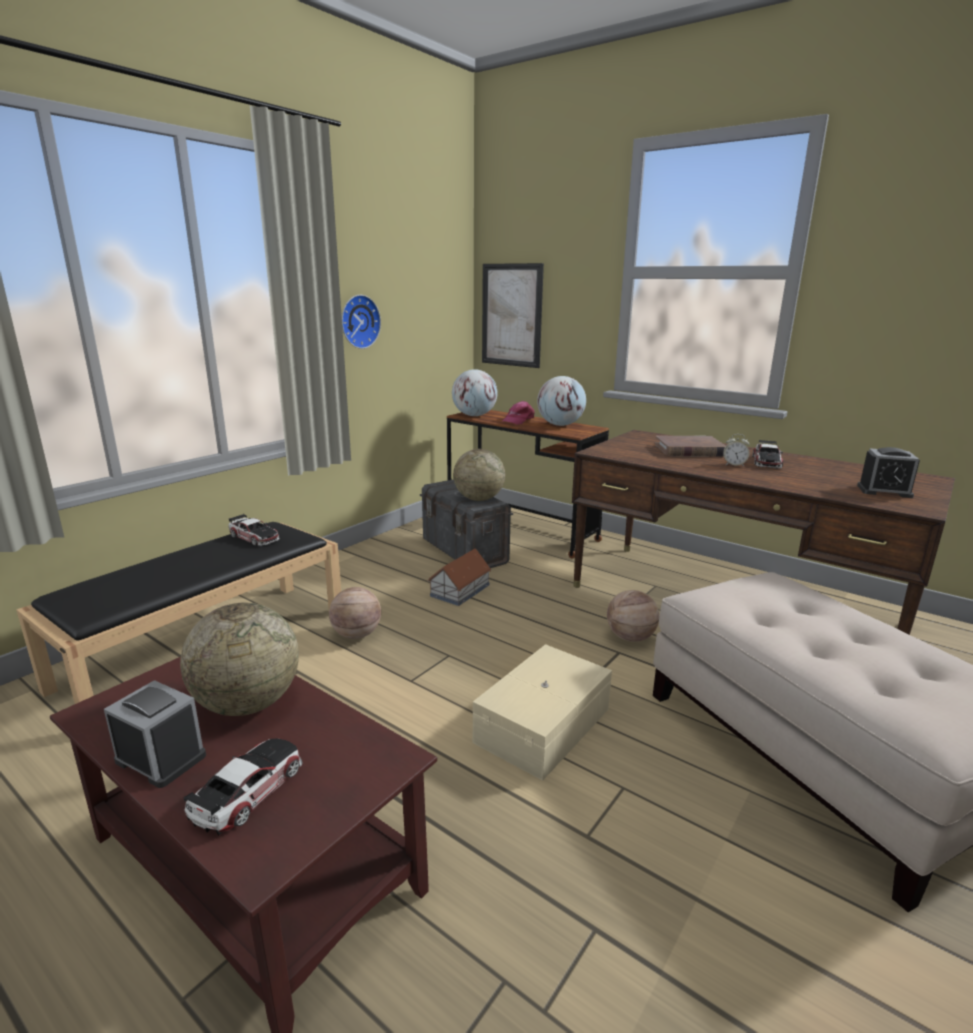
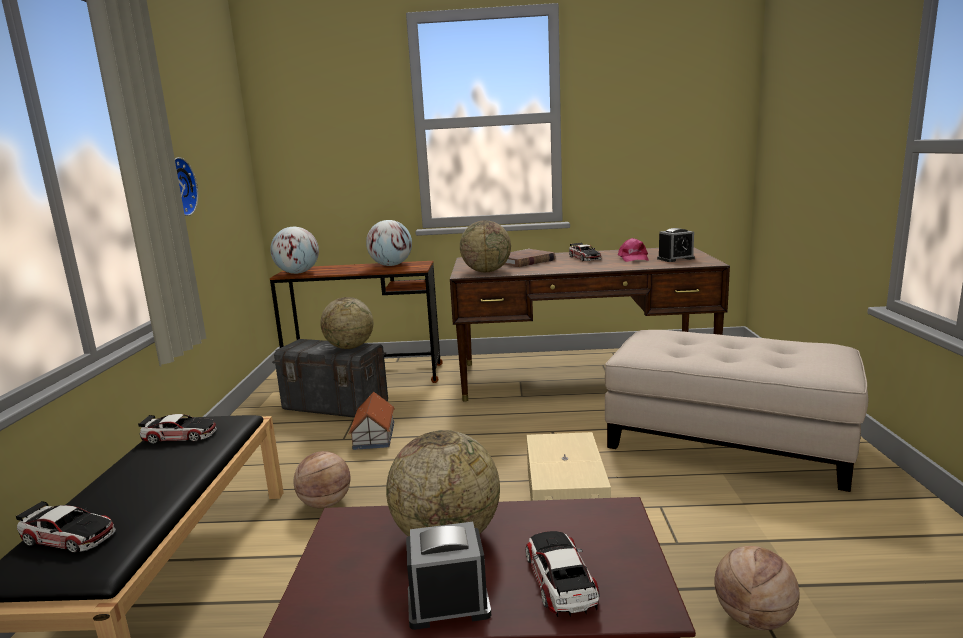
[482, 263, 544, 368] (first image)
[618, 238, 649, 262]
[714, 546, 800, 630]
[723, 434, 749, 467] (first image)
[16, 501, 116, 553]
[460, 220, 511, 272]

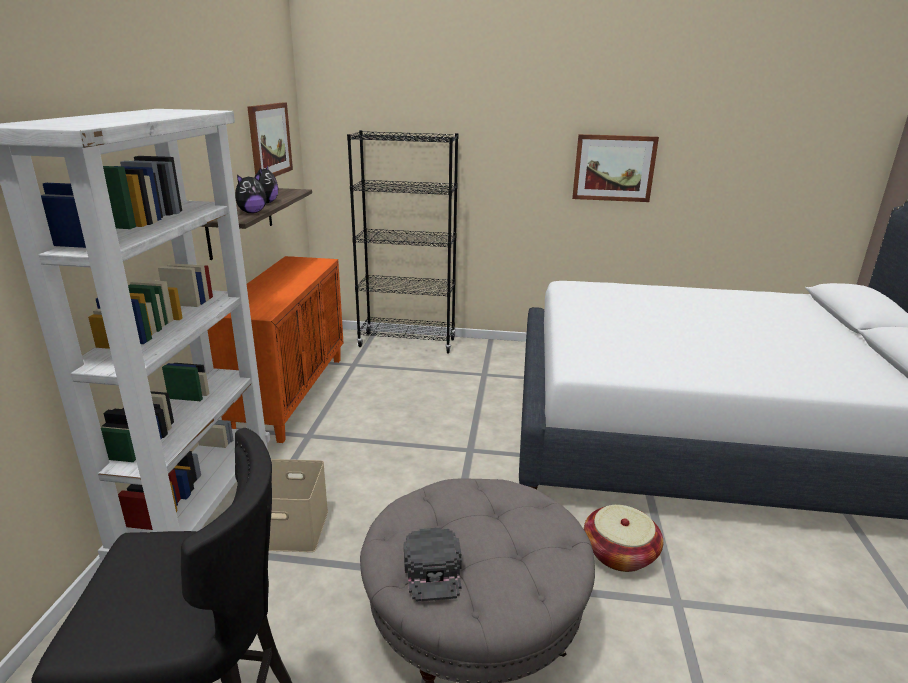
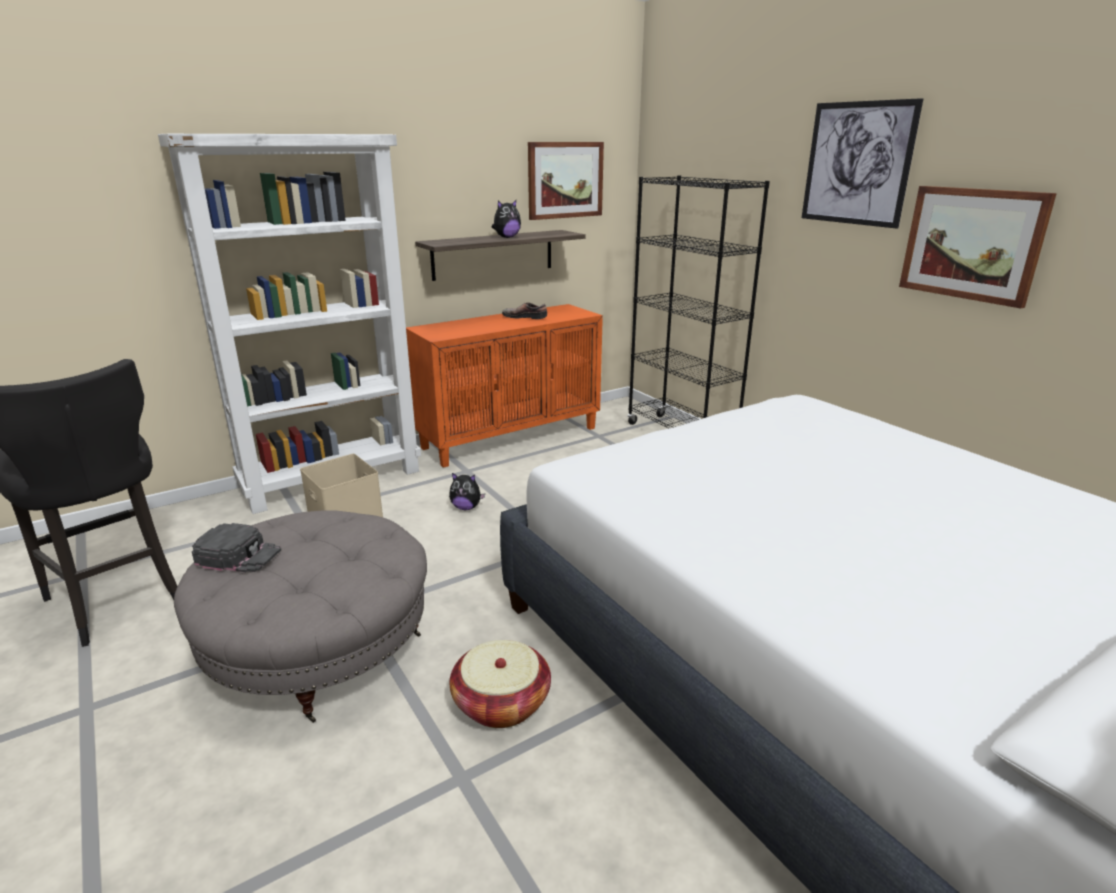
[449, 473, 485, 510]
[192, 523, 281, 573]
[502, 302, 547, 319]
[802, 98, 923, 229]

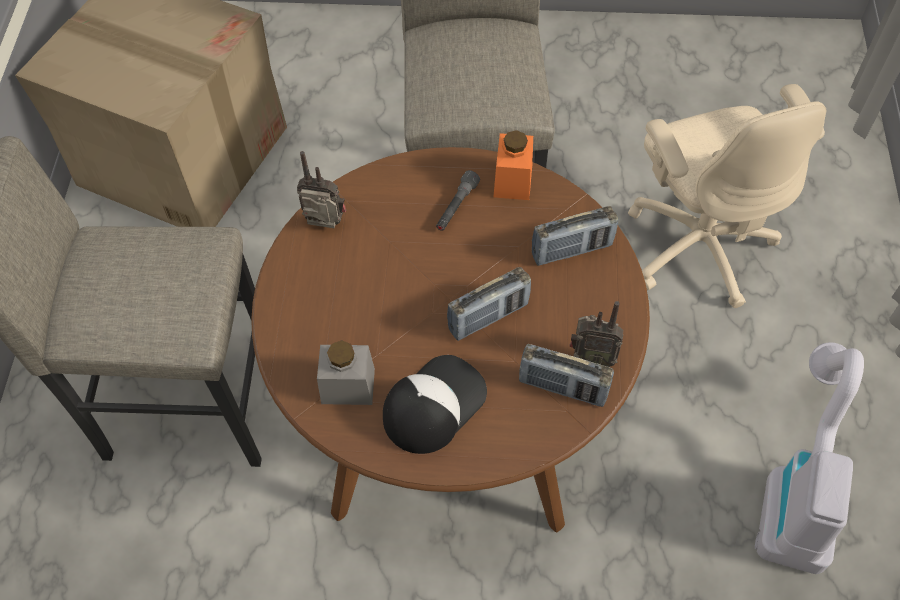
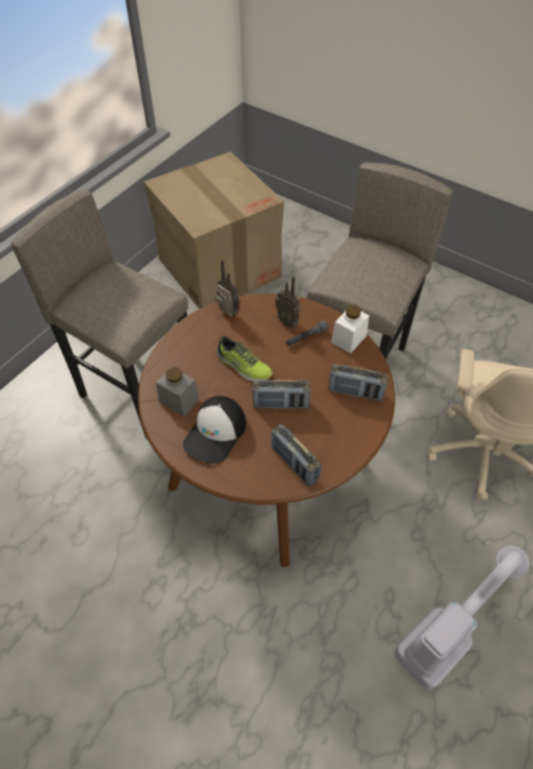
[183, 396, 246, 464]
[331, 305, 369, 354]
[275, 276, 301, 328]
[216, 336, 273, 381]

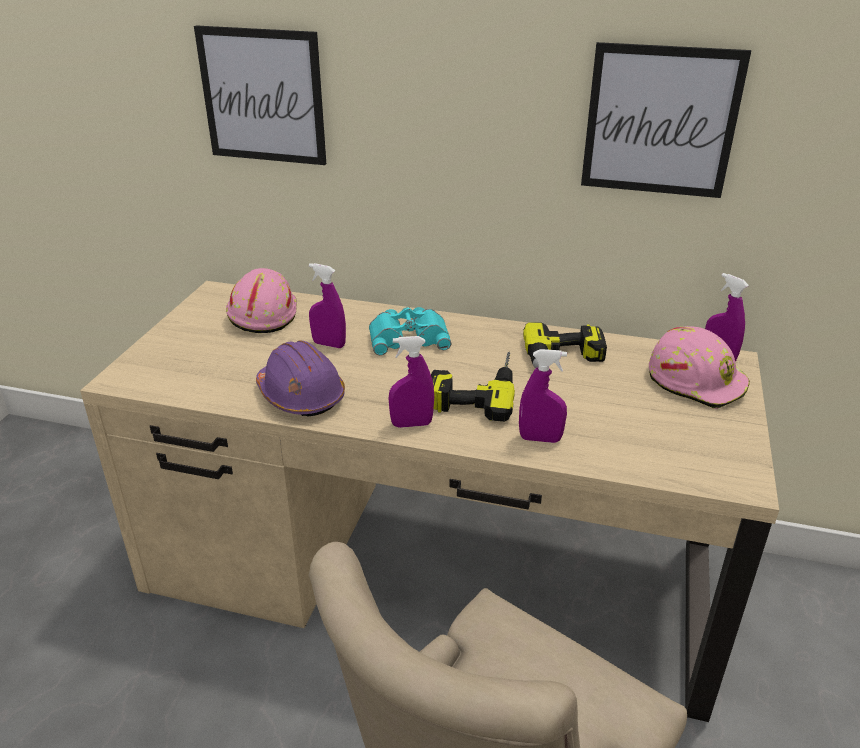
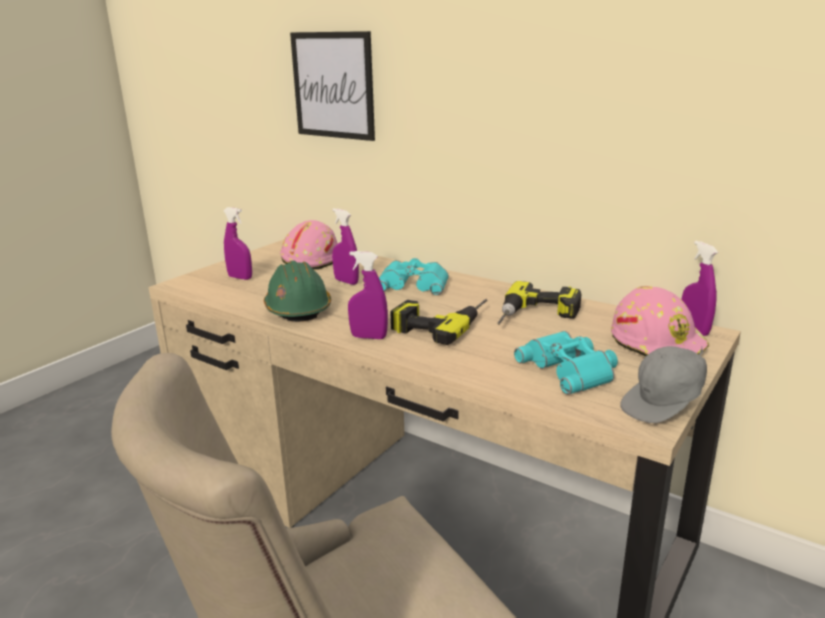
[264, 260, 331, 322]
[223, 207, 252, 280]
[581, 42, 751, 198] (first image)
[514, 331, 618, 395]
[620, 346, 707, 423]

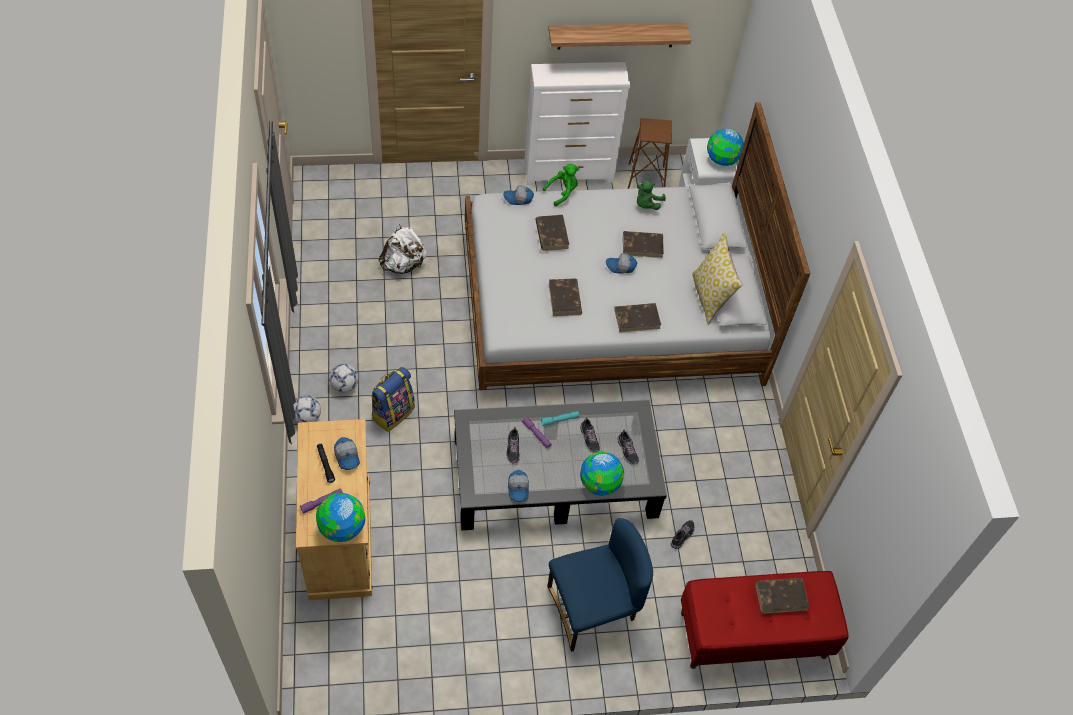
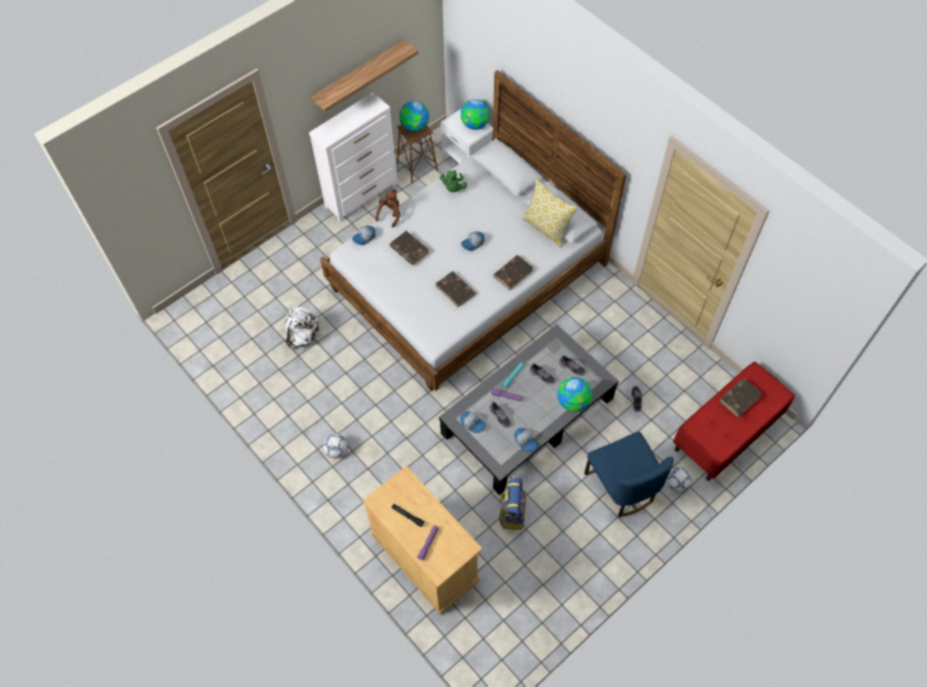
[666, 467, 692, 492]
[399, 101, 429, 132]
[460, 411, 486, 433]
[499, 478, 526, 530]
[375, 190, 400, 227]
[584, 431, 674, 517]
[623, 231, 664, 258] (first image)

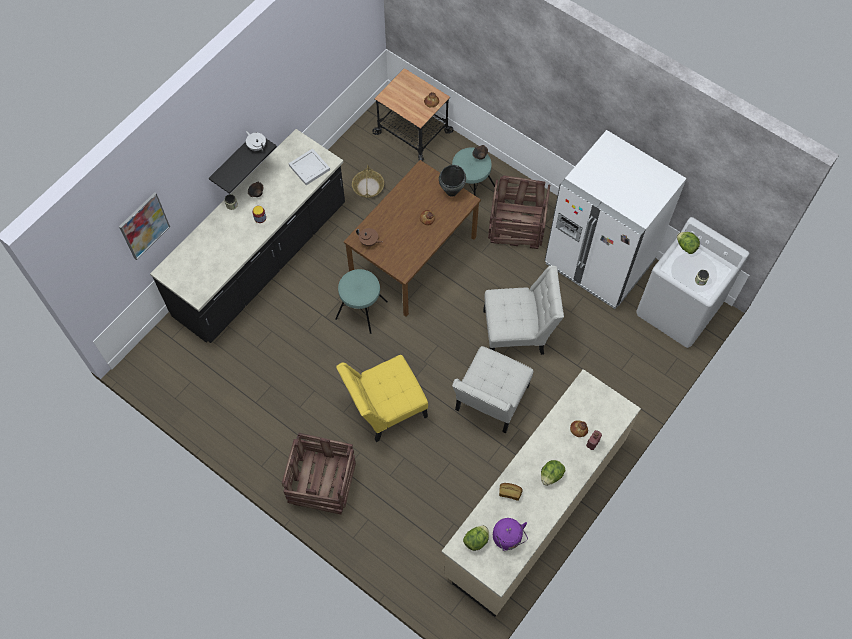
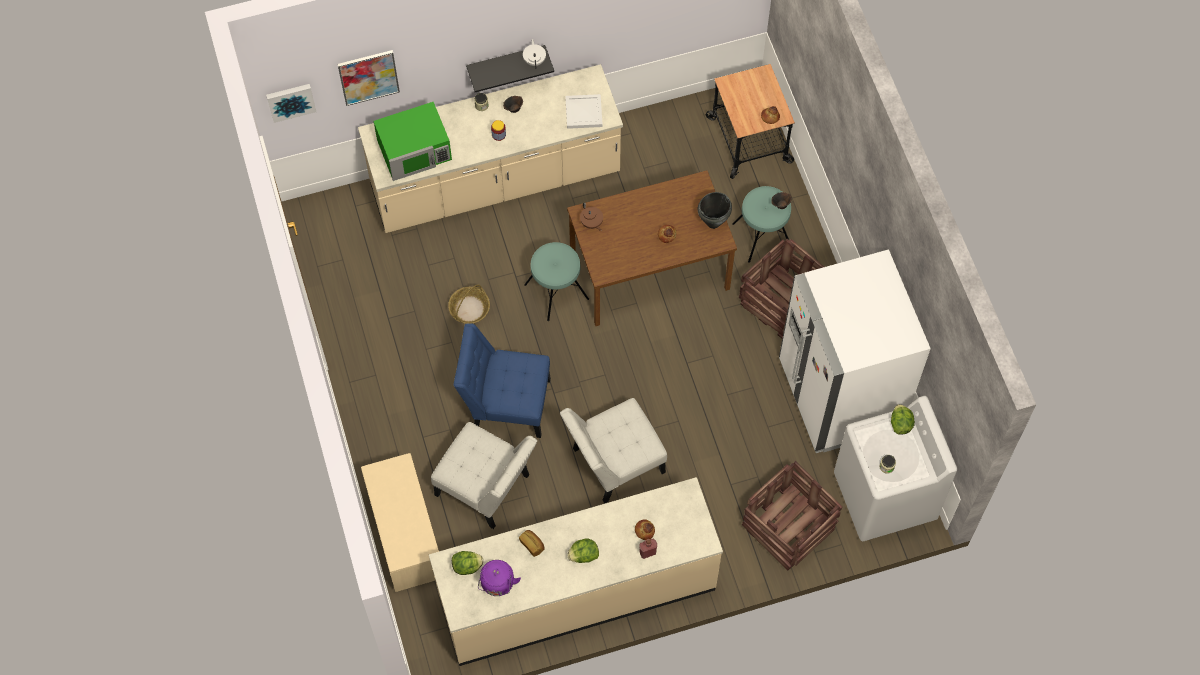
[358, 64, 623, 233]
[742, 461, 843, 570]
[454, 323, 551, 438]
[448, 285, 490, 324]
[431, 422, 537, 529]
[266, 84, 316, 123]
[361, 453, 439, 592]
[374, 102, 452, 181]

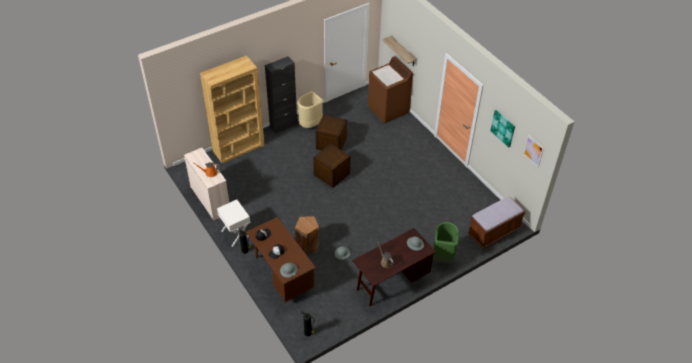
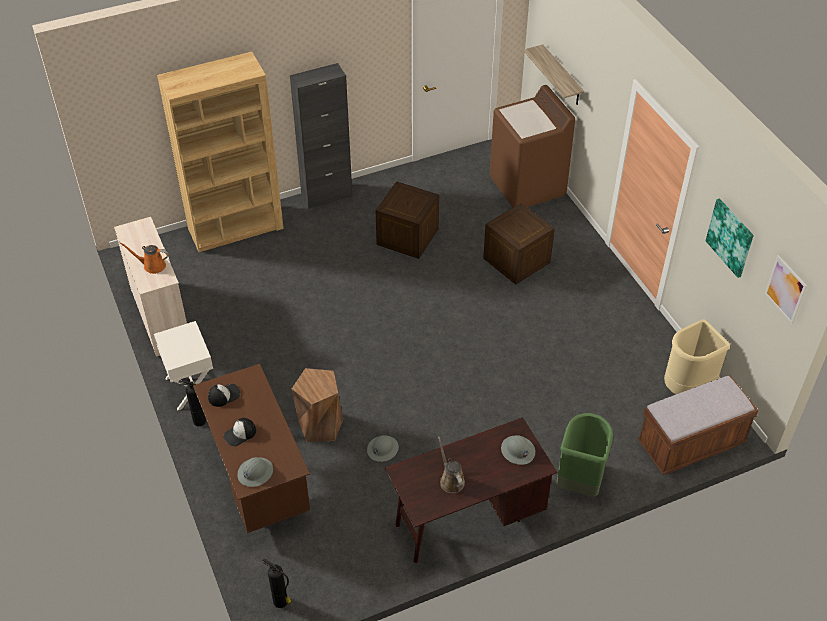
[664, 319, 730, 394]
[483, 203, 555, 285]

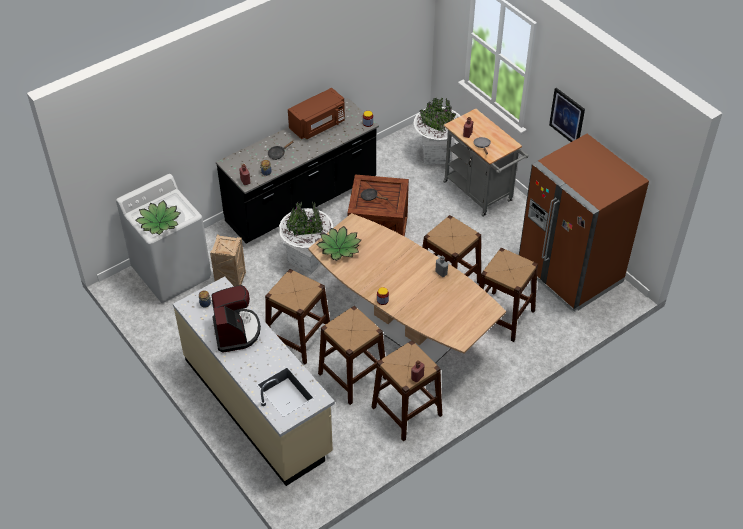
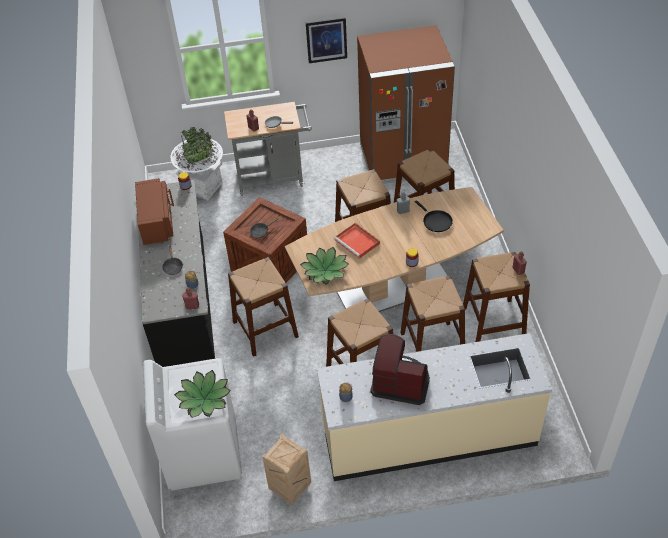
[262, 433, 311, 505]
[228, 257, 299, 357]
[334, 223, 380, 259]
[415, 200, 453, 232]

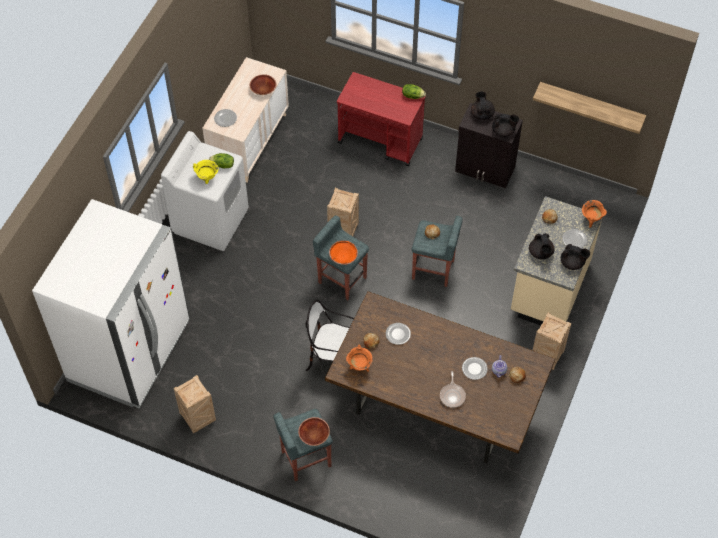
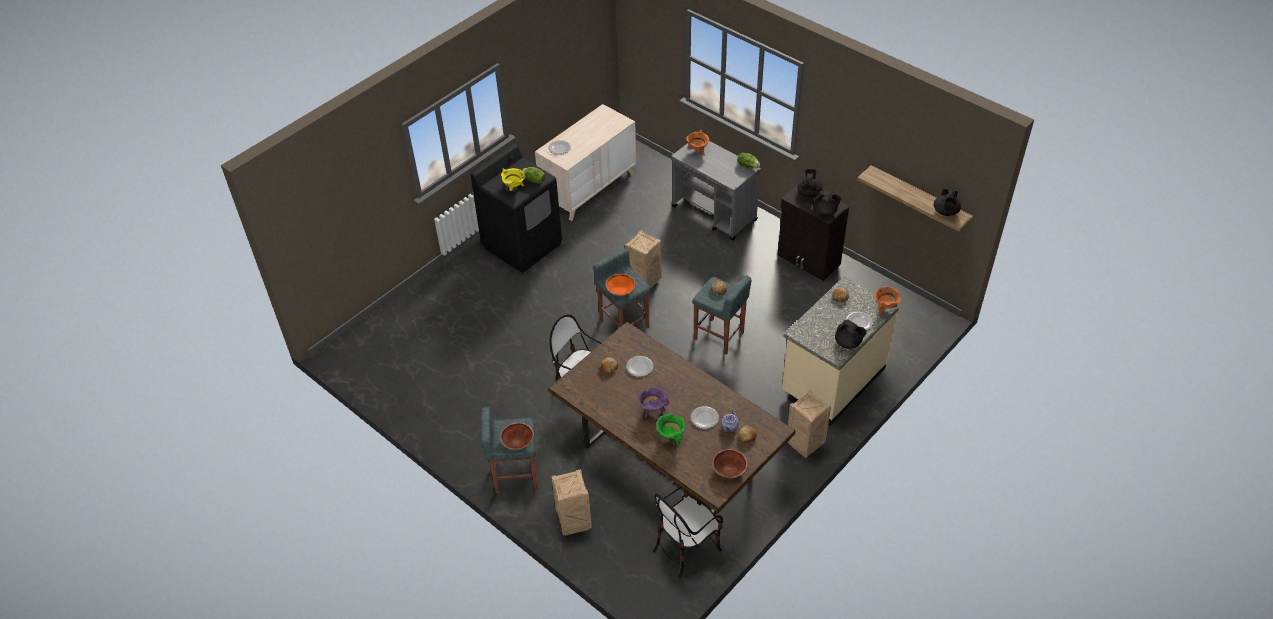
[32, 199, 190, 408] (first image)
[470, 144, 562, 273]
[552, 469, 592, 536]
[712, 449, 748, 478]
[672, 141, 761, 241]
[686, 130, 709, 156]
[656, 414, 685, 445]
[933, 188, 961, 216]
[638, 387, 669, 418]
[653, 486, 723, 578]

